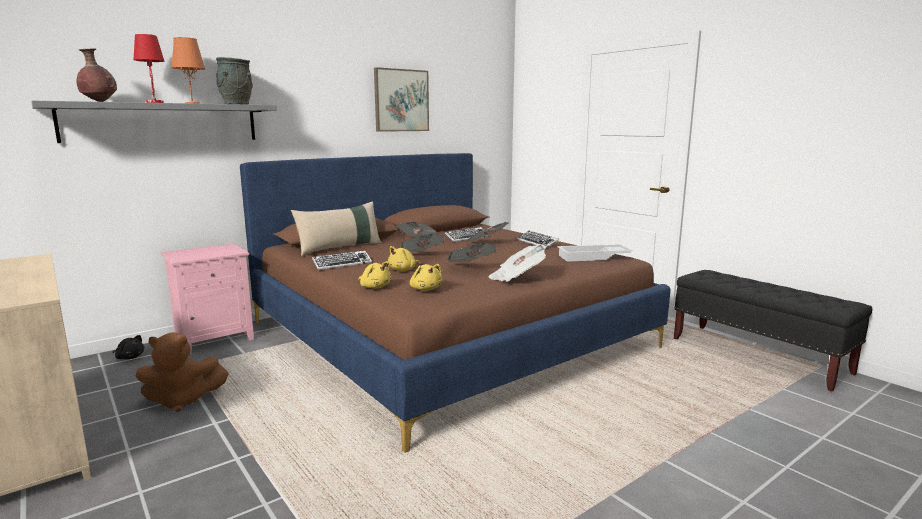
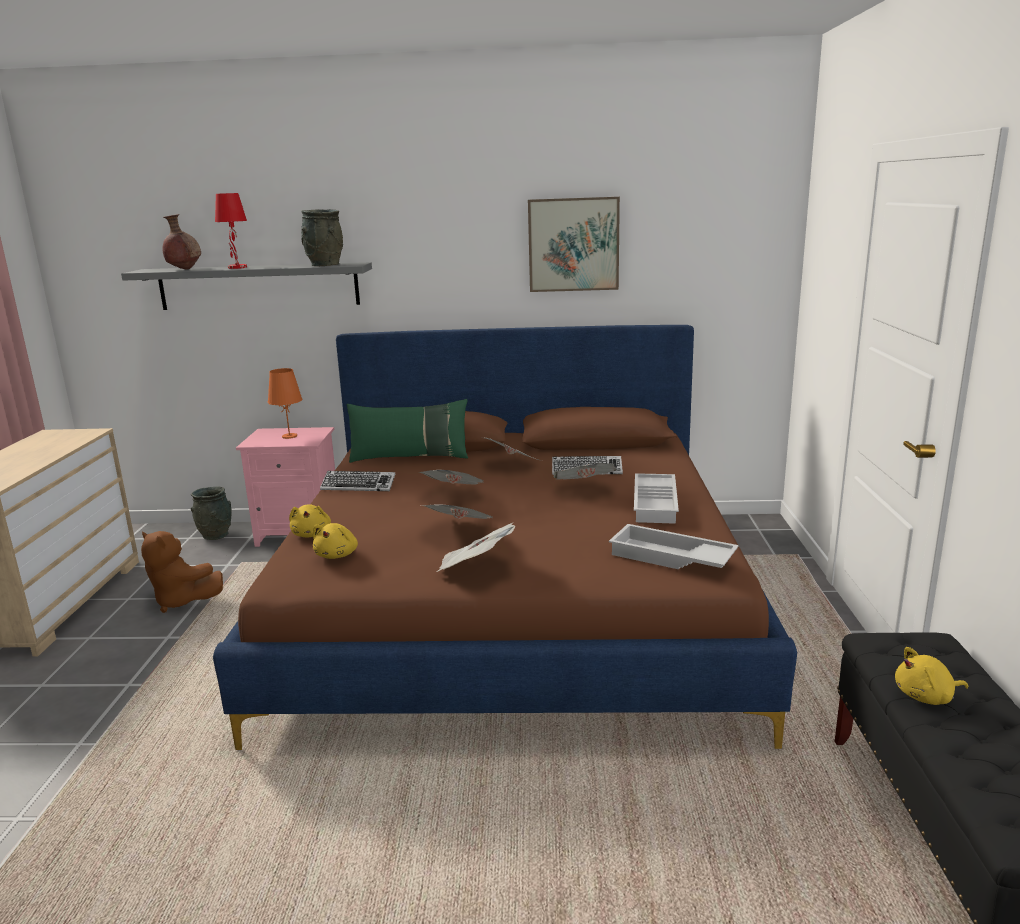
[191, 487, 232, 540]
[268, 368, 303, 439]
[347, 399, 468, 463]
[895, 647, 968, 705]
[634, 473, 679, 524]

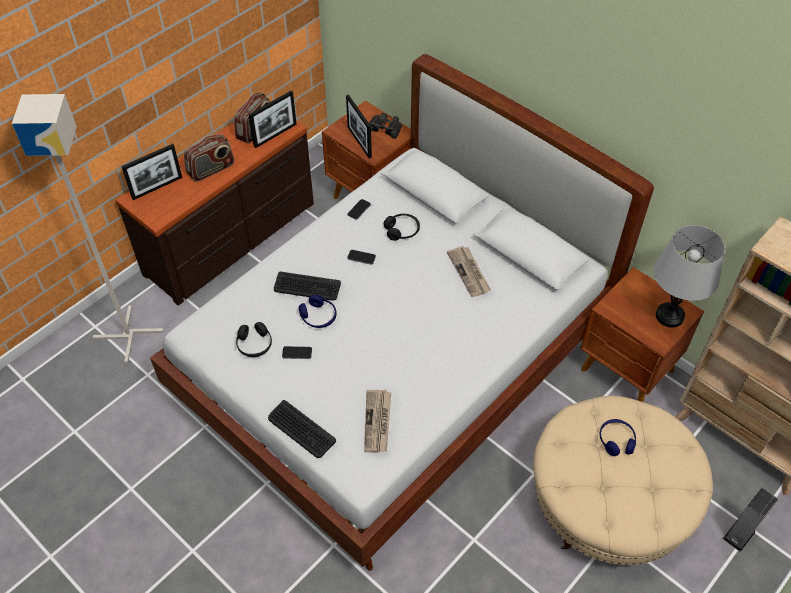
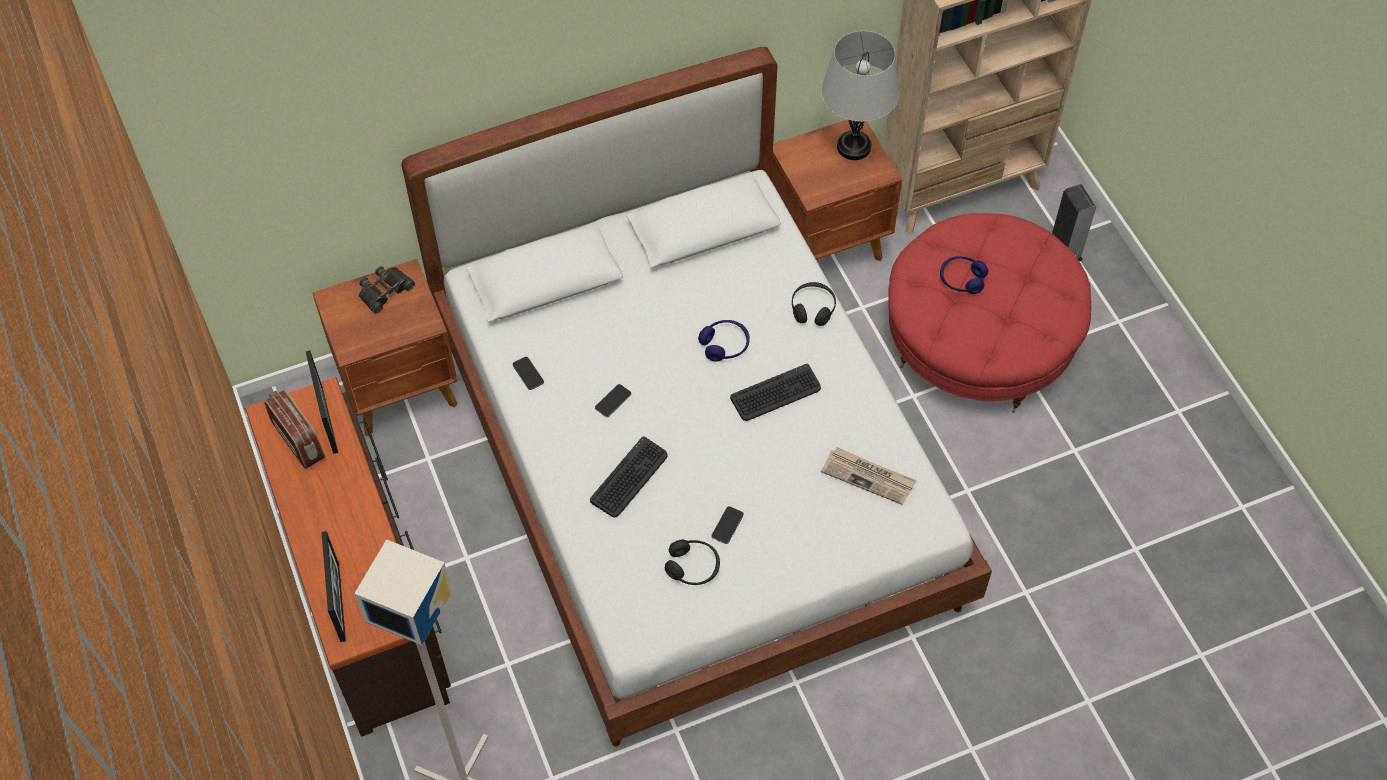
[184, 134, 234, 182] (first image)
[730, 364, 821, 421]
[698, 320, 750, 361]
[346, 95, 372, 159] (first image)
[792, 282, 836, 326]
[447, 246, 491, 297] (first image)
[888, 213, 1091, 413]

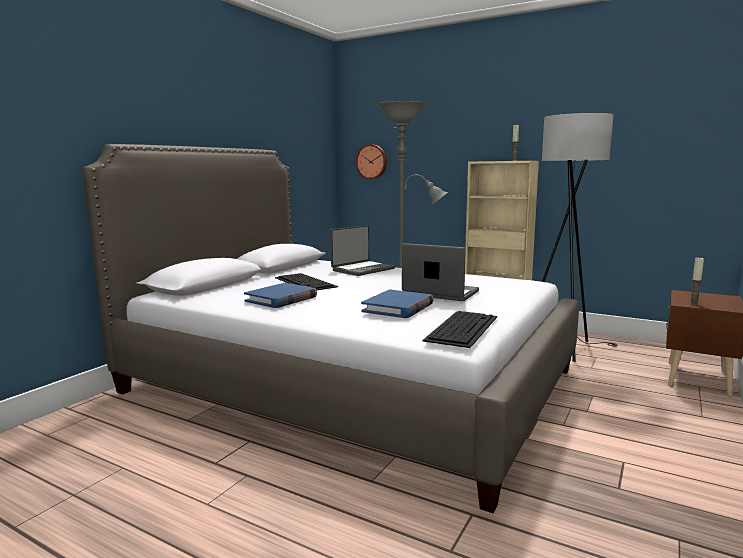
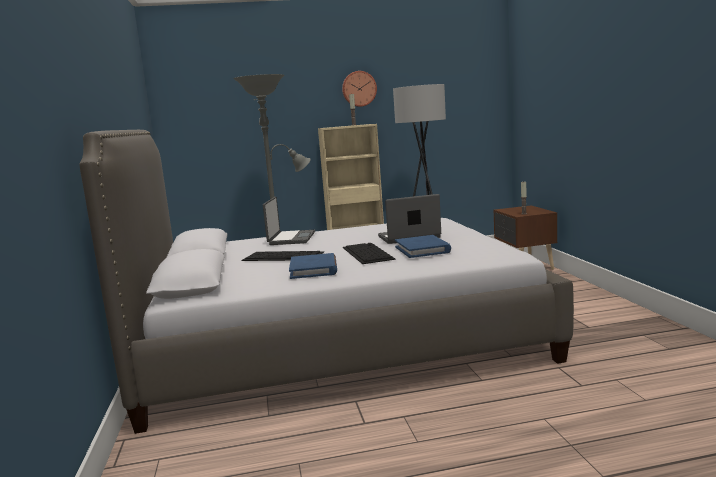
[342, 71, 377, 107]
[343, 243, 396, 264]

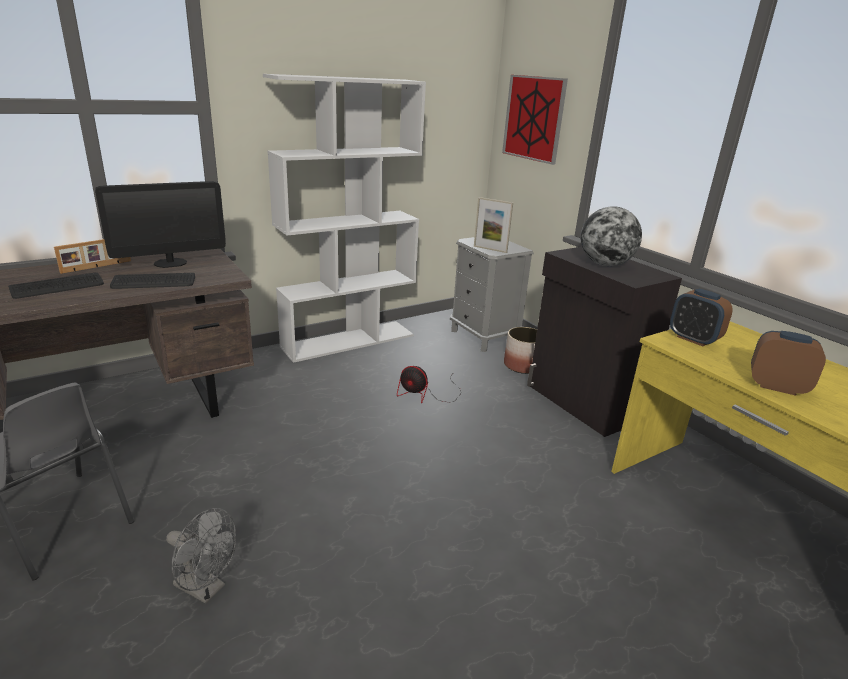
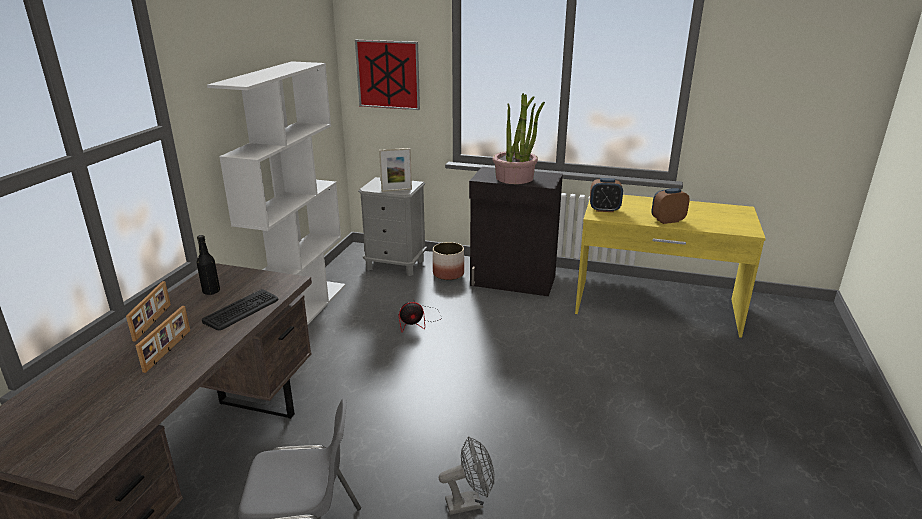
[136, 306, 190, 373]
[197, 235, 220, 295]
[492, 93, 545, 184]

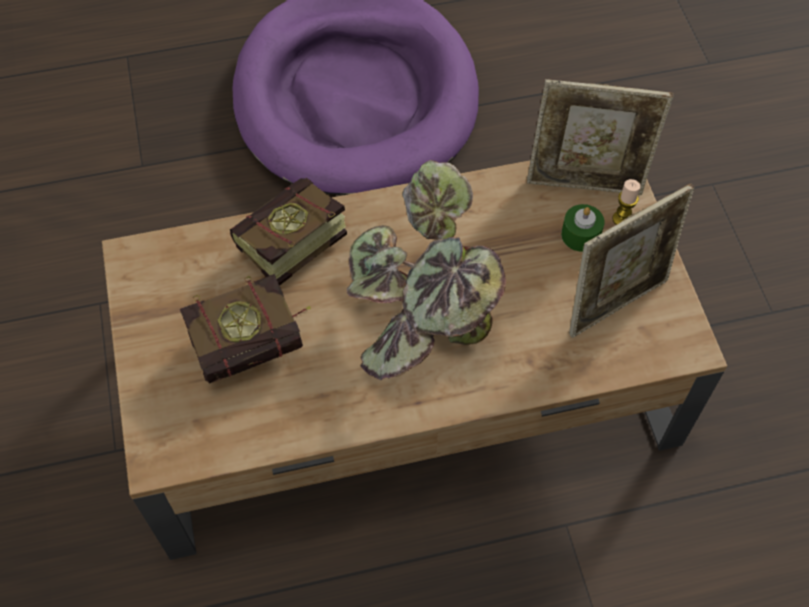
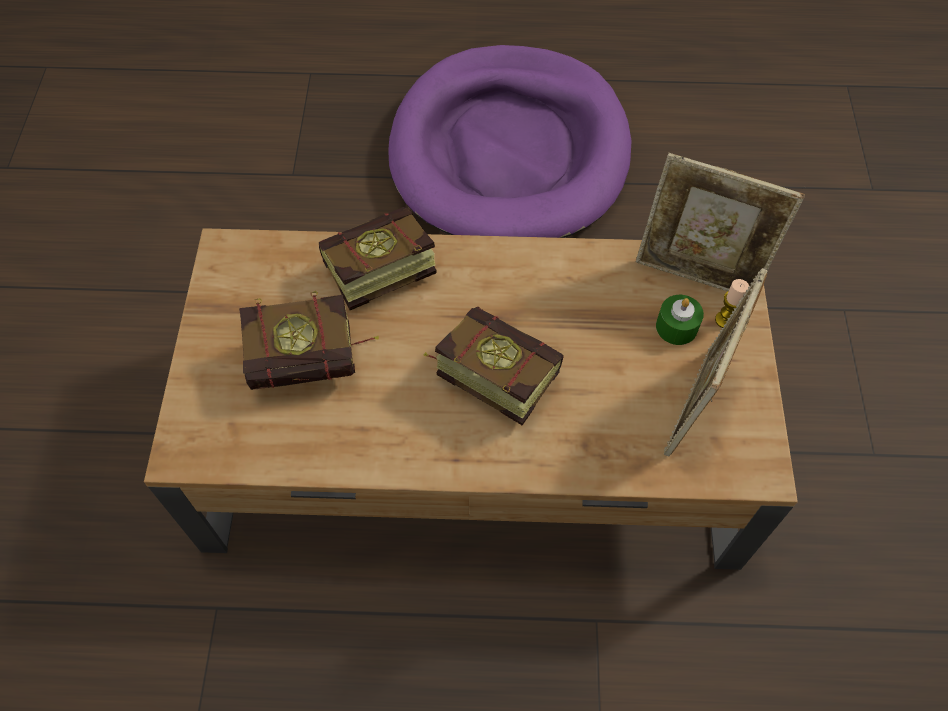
[423, 307, 564, 425]
[664, 268, 767, 456]

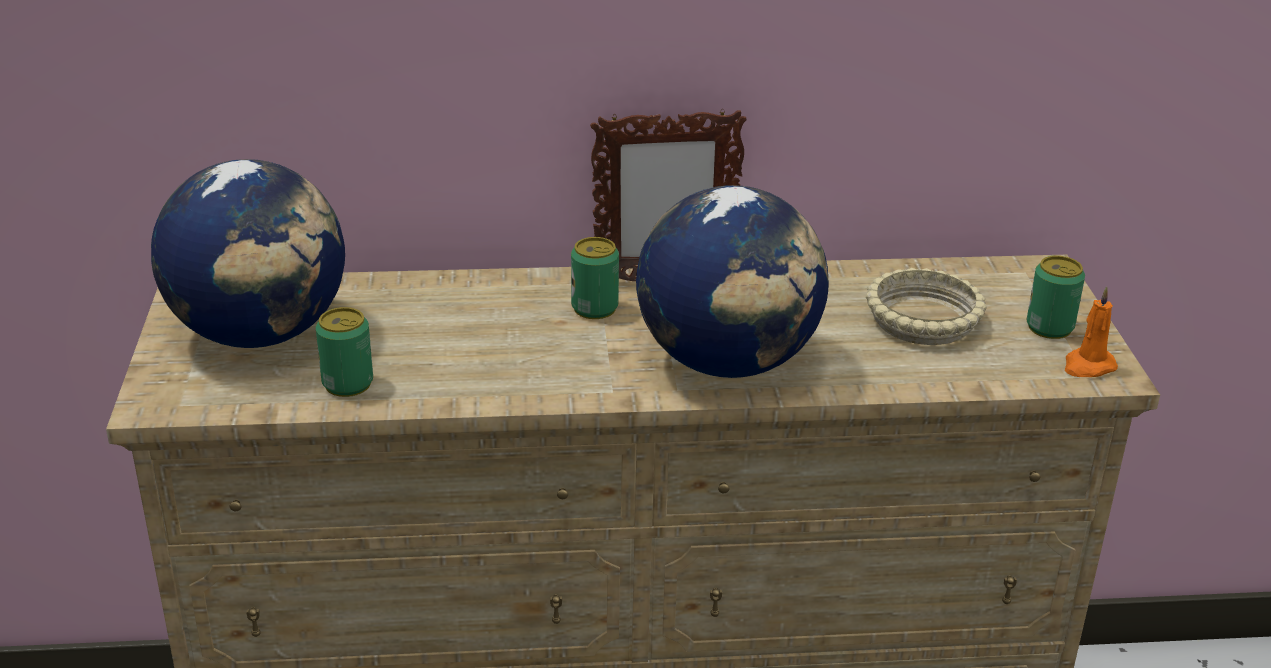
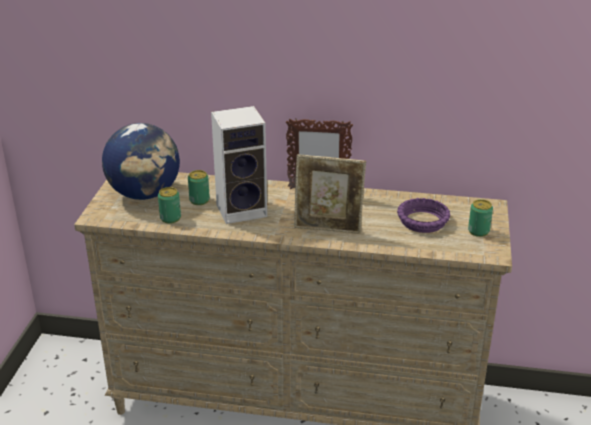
[188, 170, 210, 205]
[294, 154, 366, 234]
[397, 198, 451, 233]
[1065, 286, 1118, 377] (first image)
[211, 106, 267, 224]

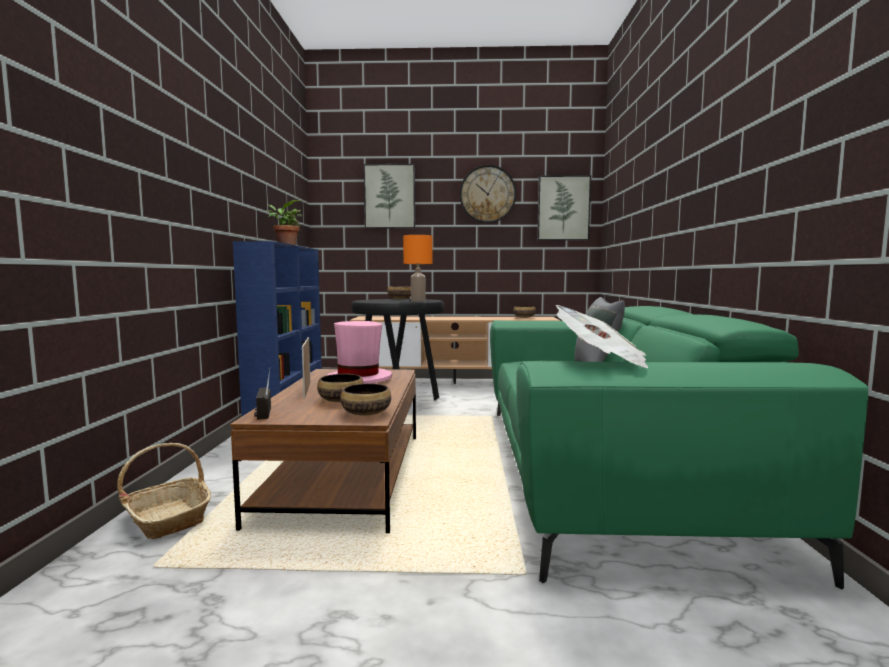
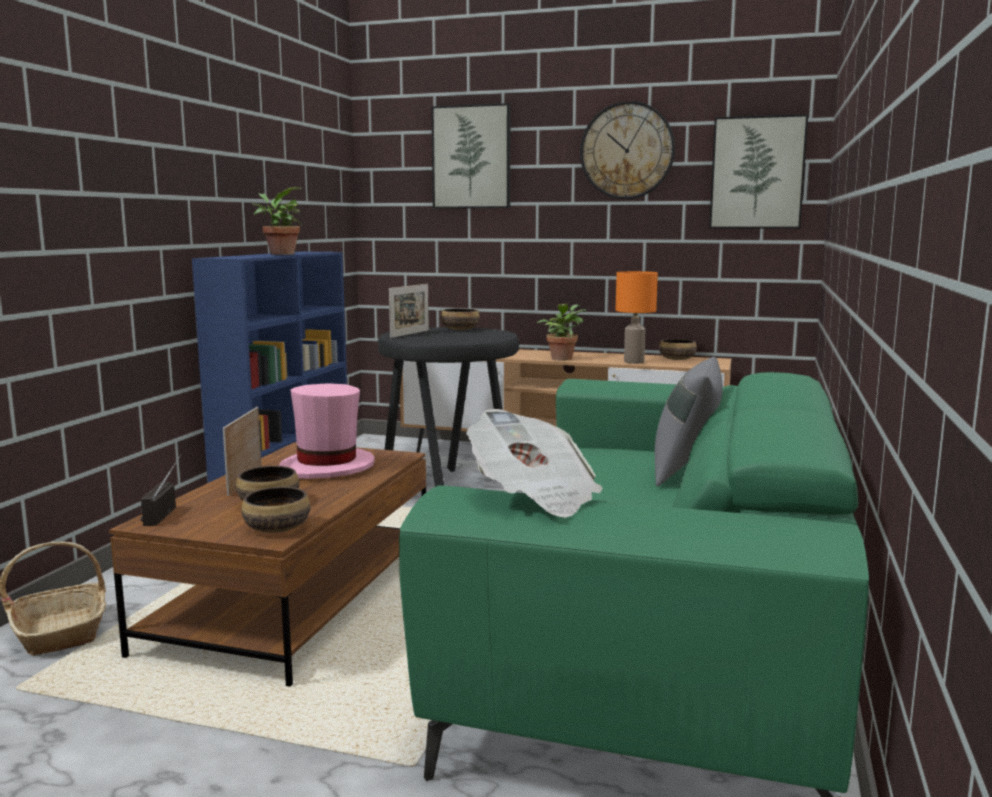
[615, 271, 658, 364]
[389, 284, 429, 338]
[537, 304, 587, 361]

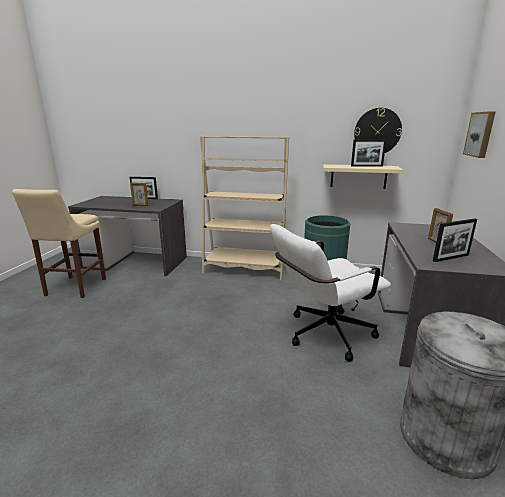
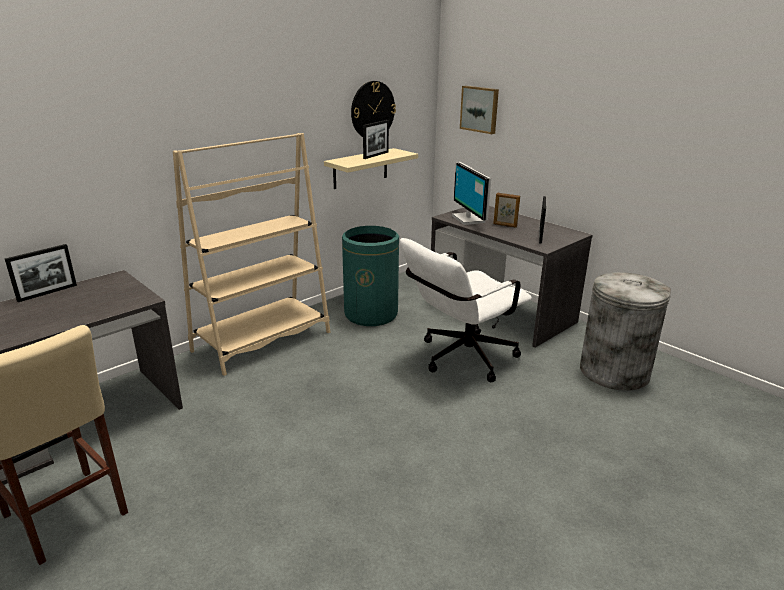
[130, 183, 148, 206] (first image)
[400, 238, 532, 382]
[452, 162, 491, 225]

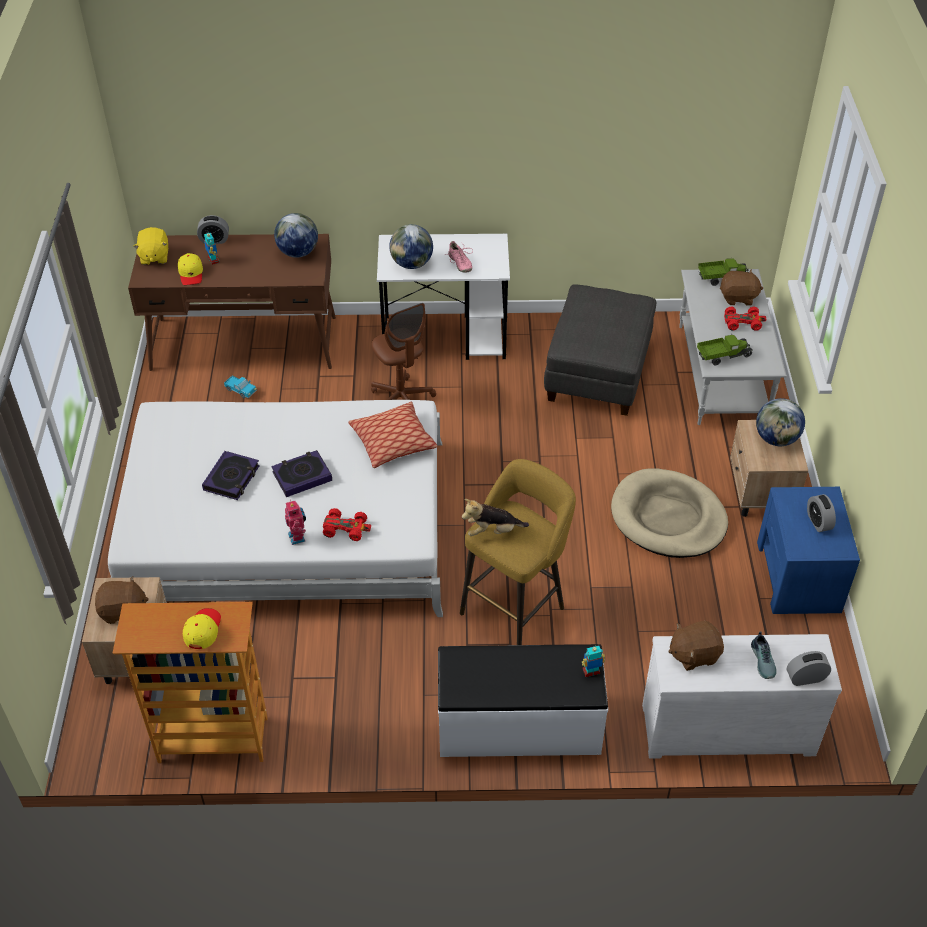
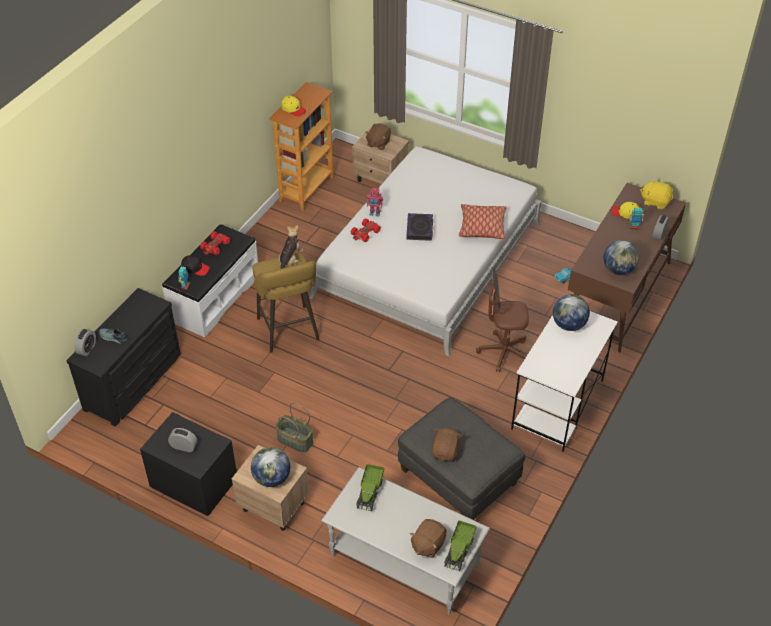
[202, 451, 260, 500] (first image)
[459, 204, 507, 239]
[444, 241, 473, 273] (first image)
[275, 403, 313, 453]
[67, 288, 181, 426]
[431, 428, 463, 462]
[200, 231, 230, 255]
[140, 412, 237, 516]
[181, 255, 210, 276]

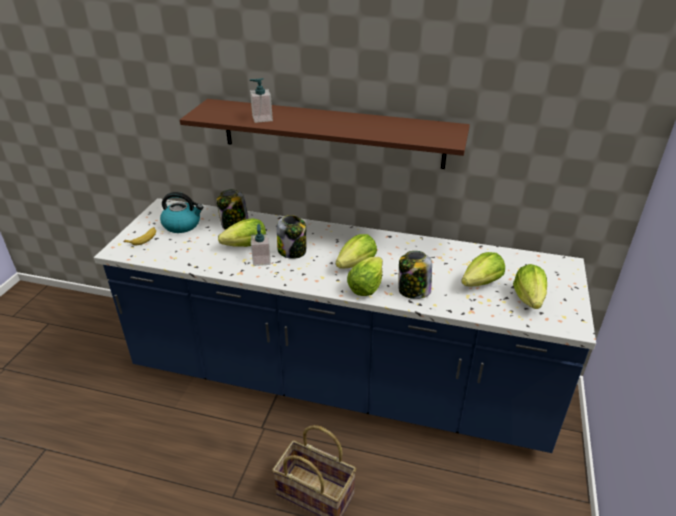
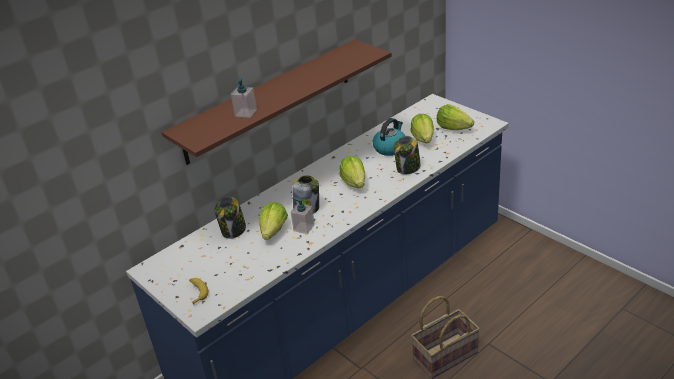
[373, 118, 405, 156]
[347, 257, 383, 296] (first image)

